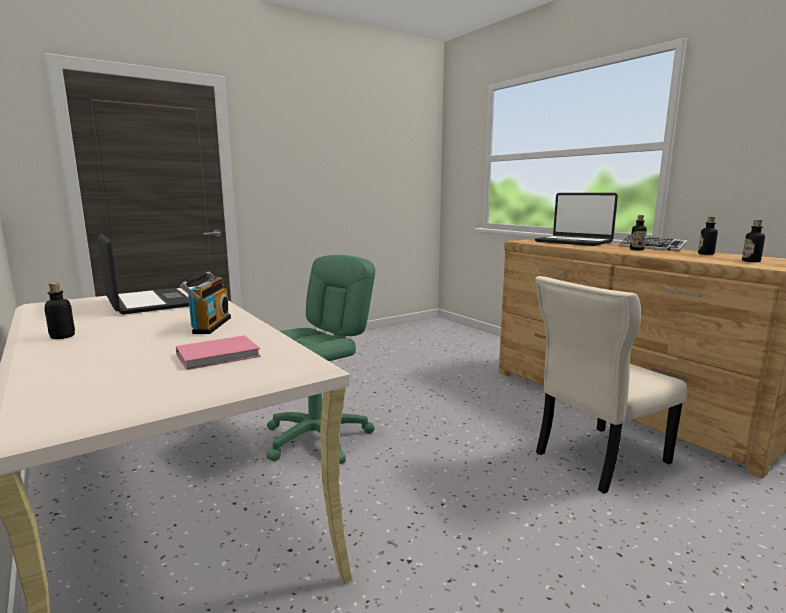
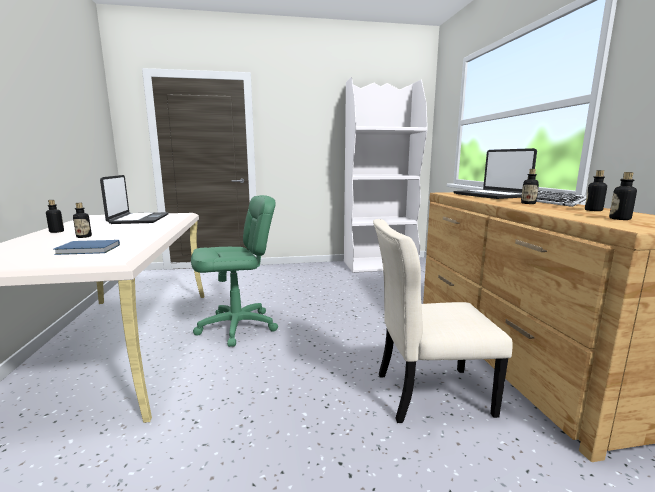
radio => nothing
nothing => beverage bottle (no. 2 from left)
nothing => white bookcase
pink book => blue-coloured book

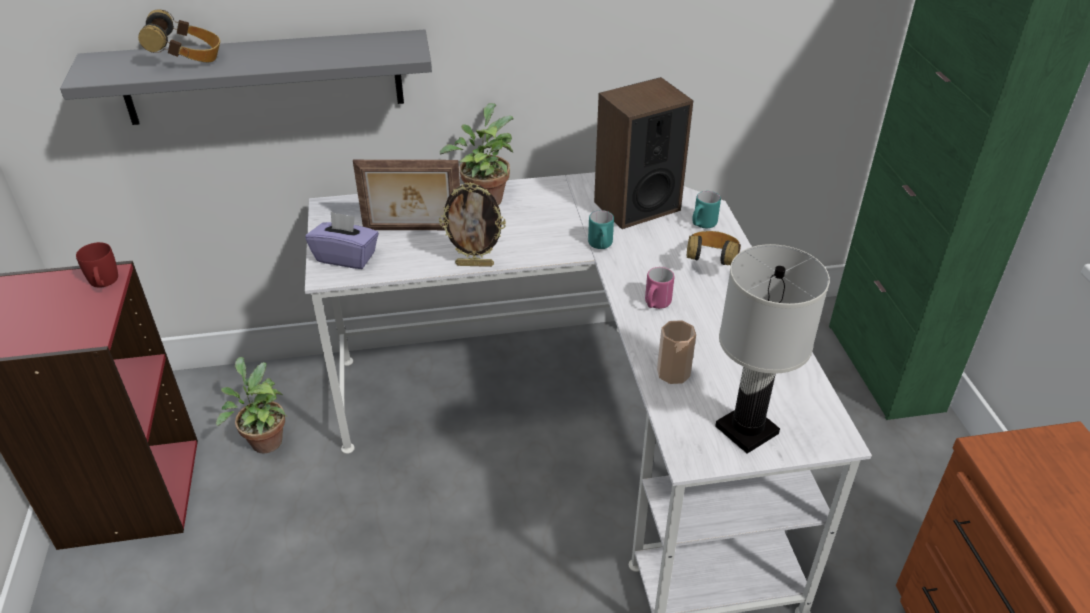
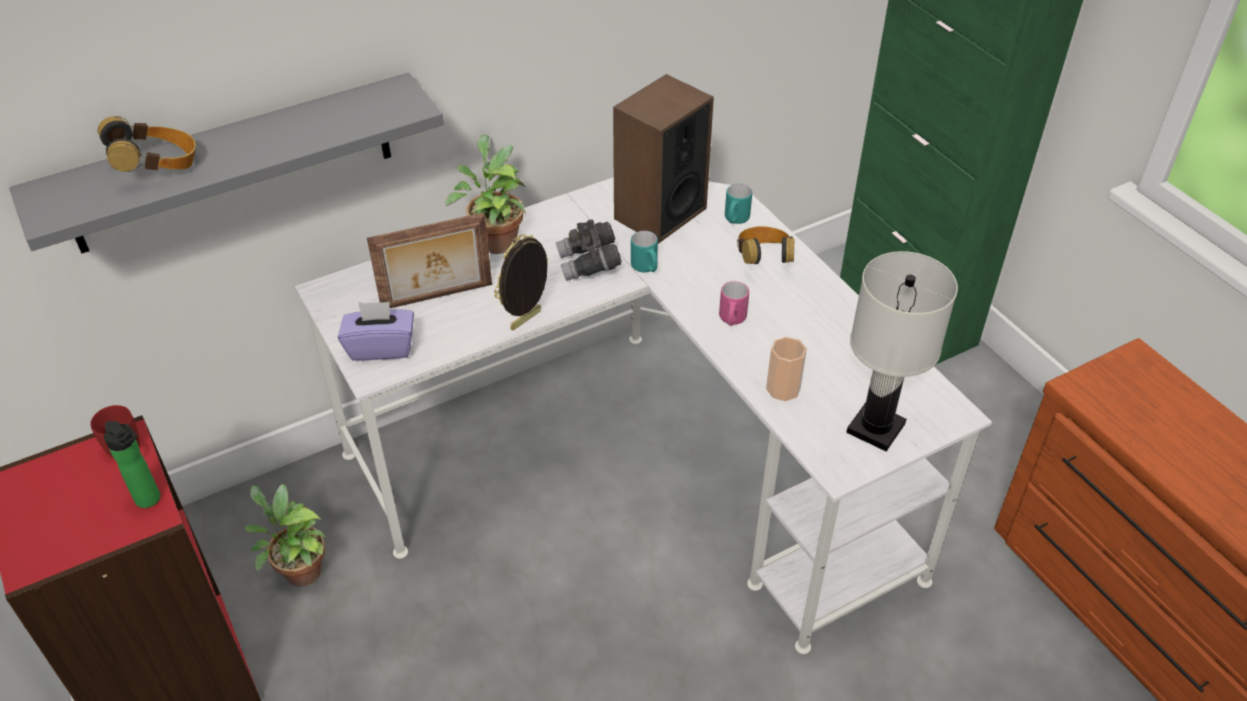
nothing => beverage bottle
nothing => greyish binoculars
standing frame (no. 2 from left), 150 degrees clockwise

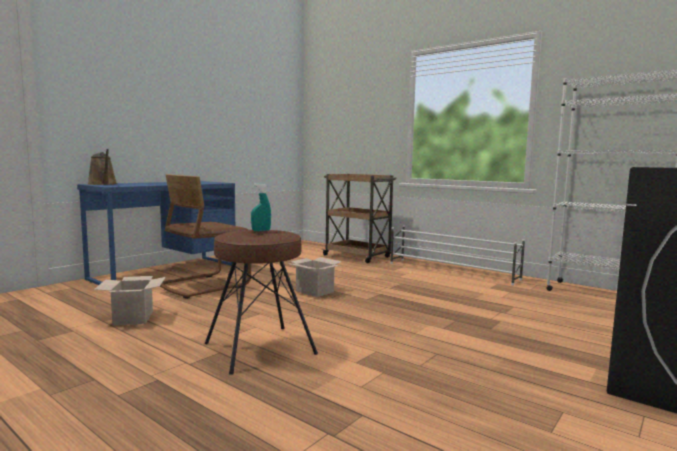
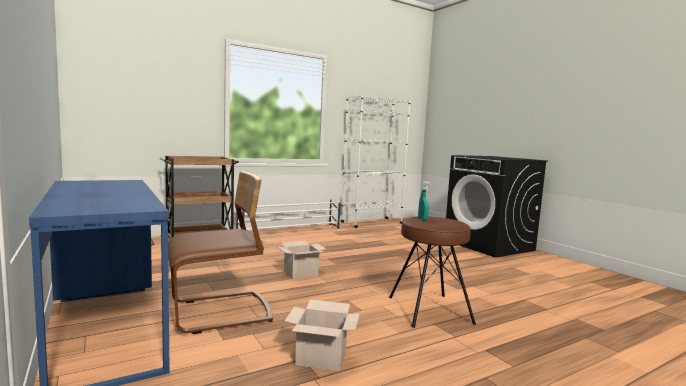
brown sprinkling can => nothing
brown upright chair, 90 degrees counterclockwise

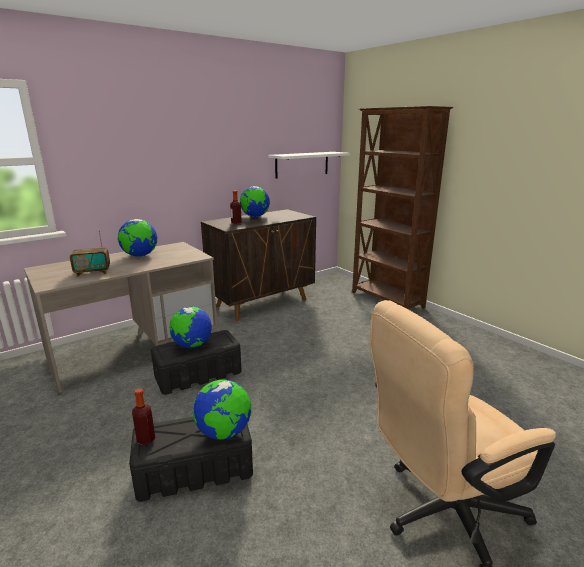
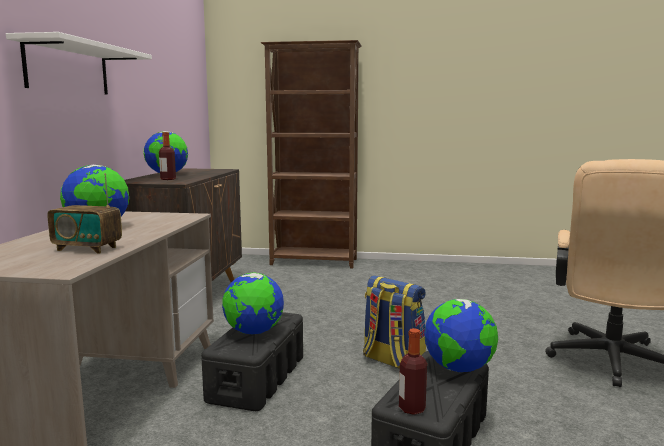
nothing => backpack
white shelf, shifted
radio, 75 degrees clockwise

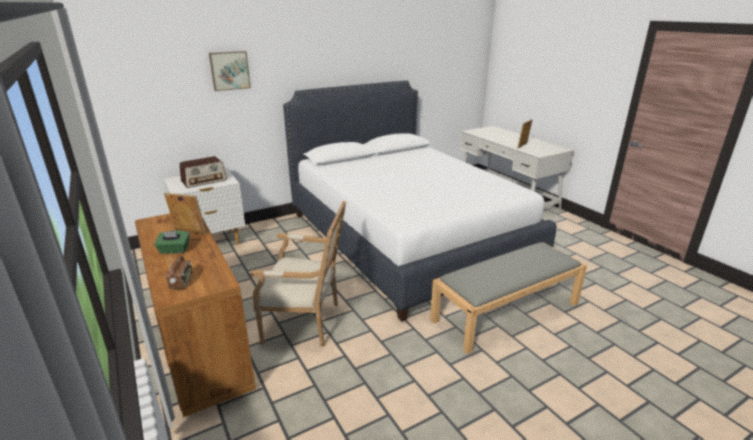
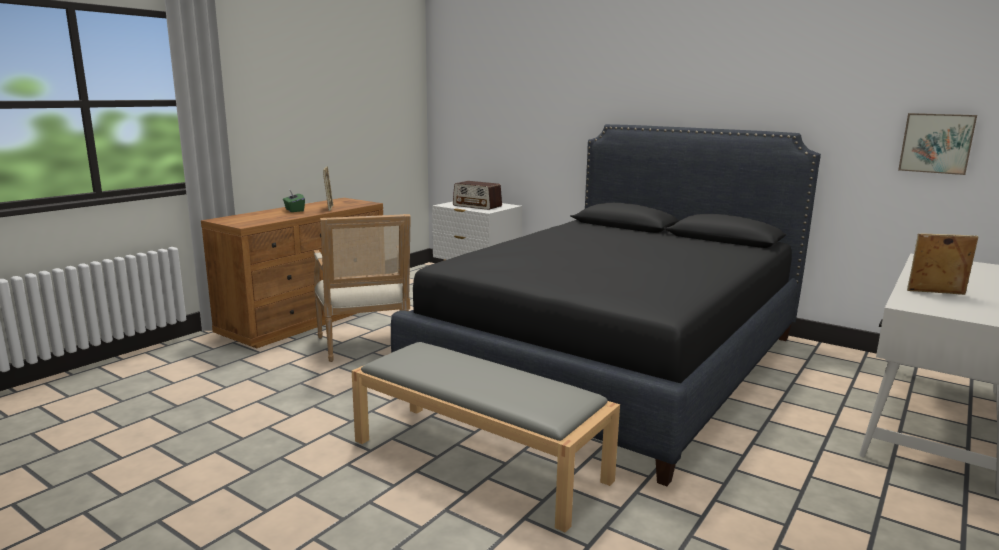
radio (no. 1 from left) => nothing
wall picture, shifted
white bed => blackish bed

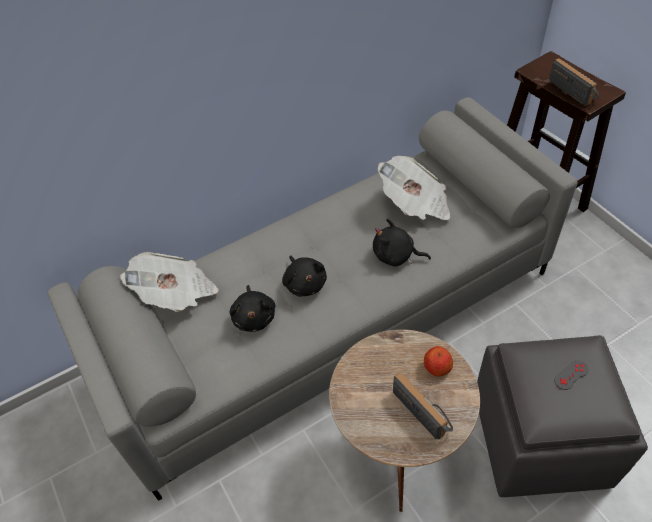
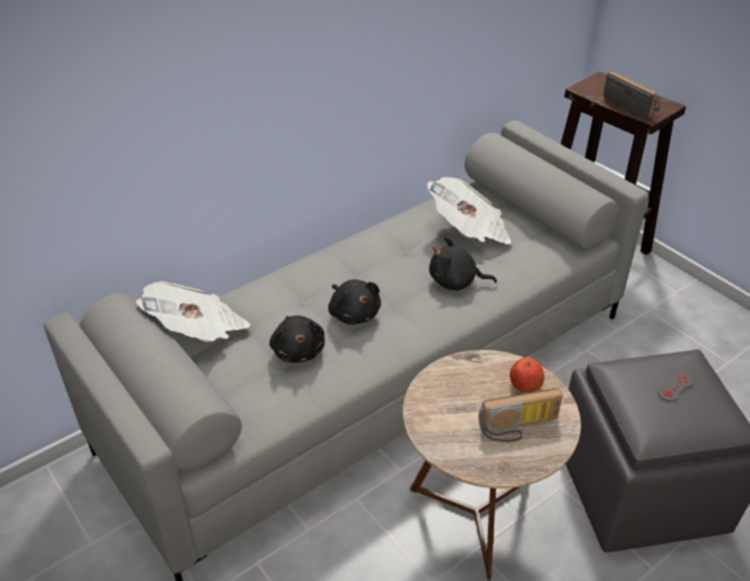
radio (no. 1 from left), 120 degrees clockwise

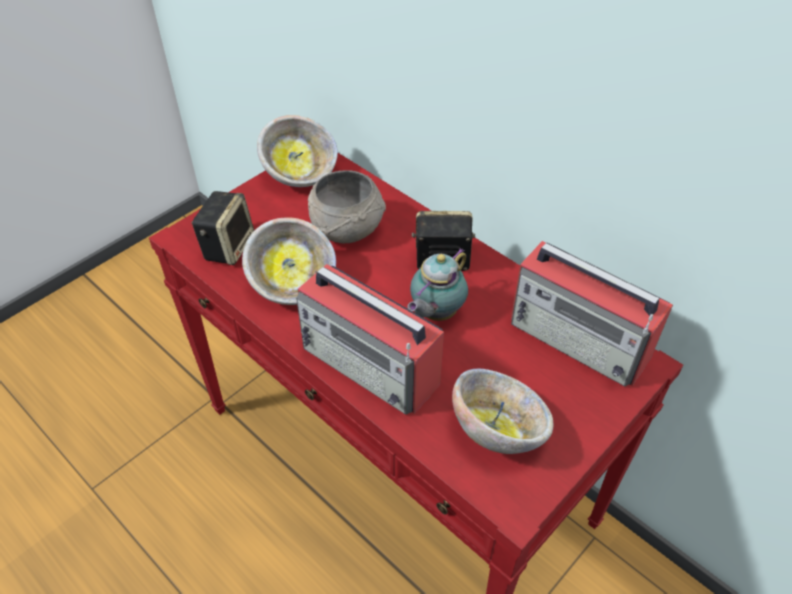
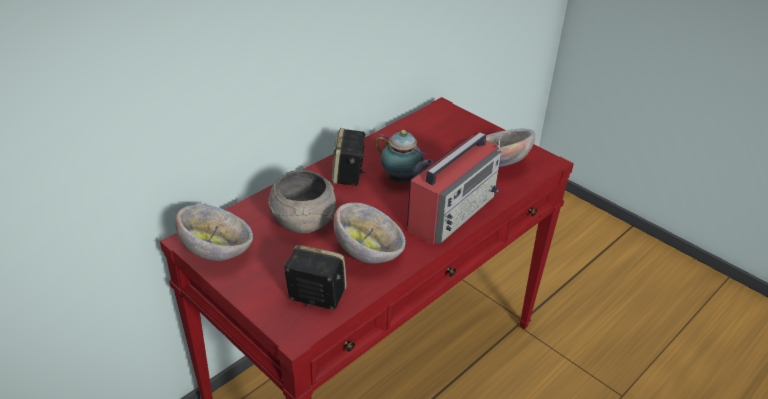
radio (no. 2 from left) => nothing

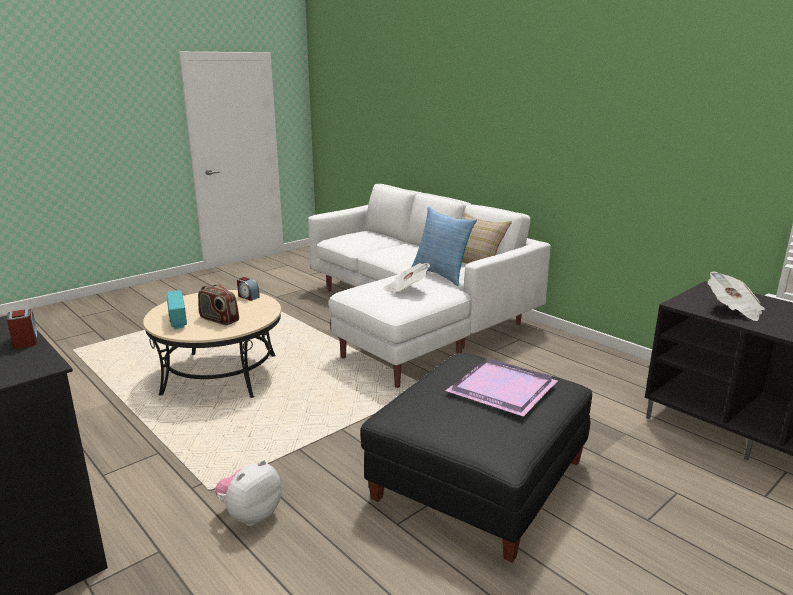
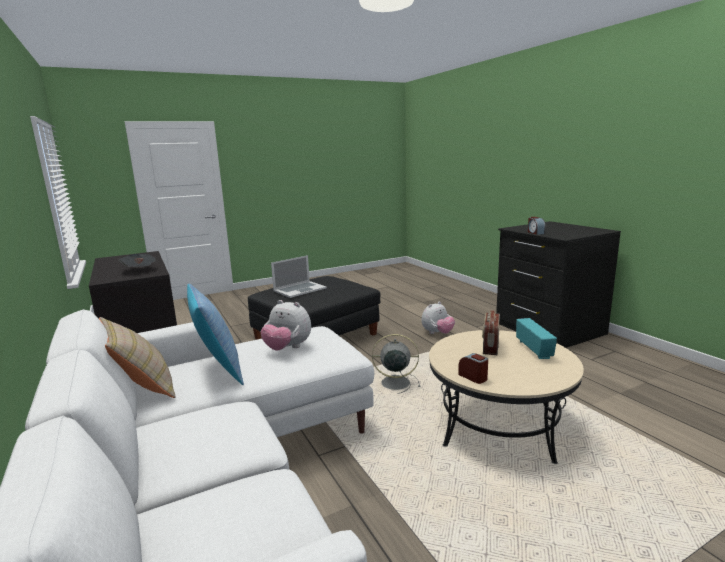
nothing => greyish fan
daily paper (no. 1 from left) => plush toy (no. 1 from left)
purple-coloured serving tray => laptop
radio (no. 2 from left in the first image) => radio (no. 1 from left), 120 degrees counterclockwise

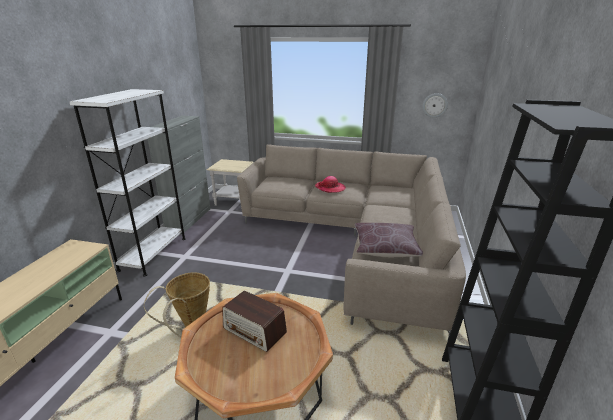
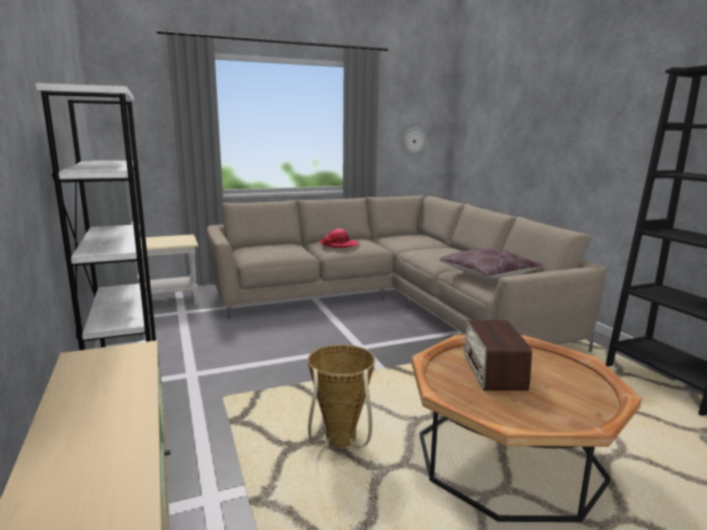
radio, 90 degrees clockwise

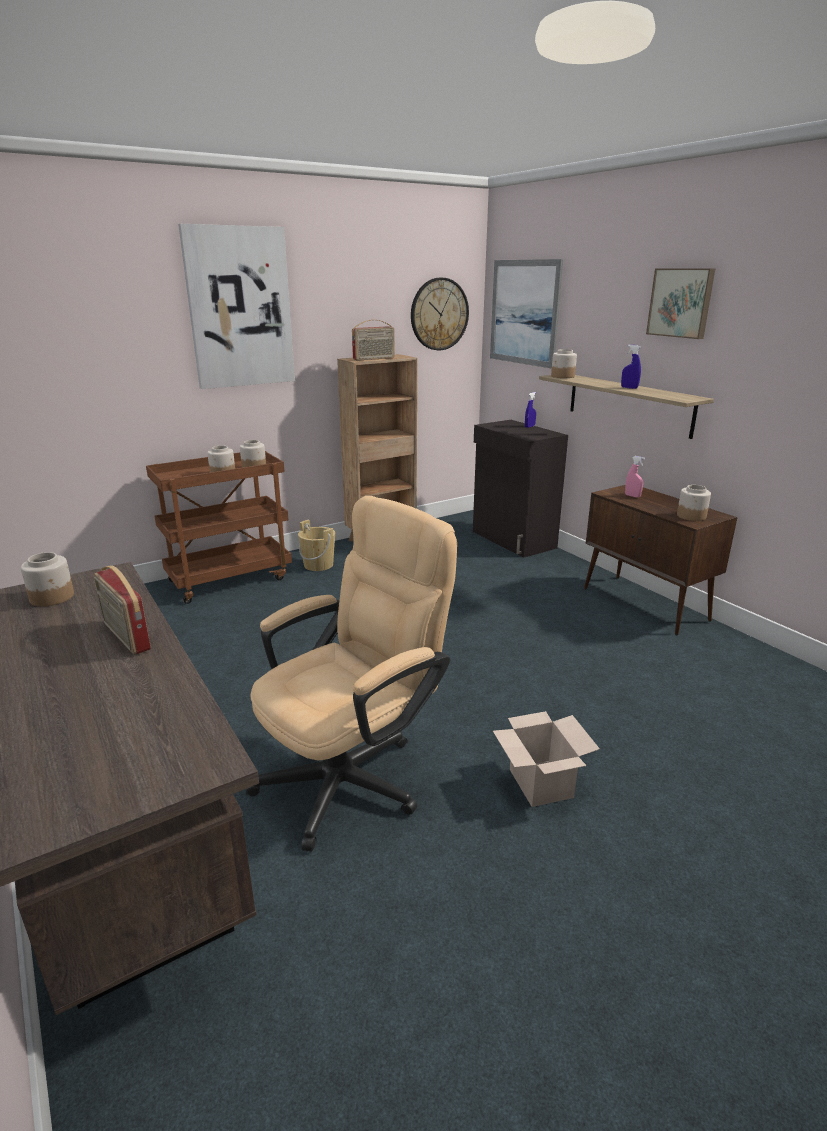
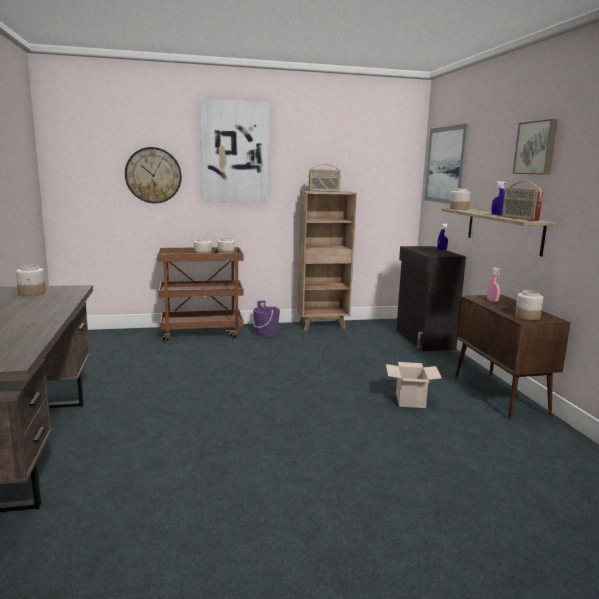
sand-coloured computer chair => nothing
radio (no. 1 from left in the first image) => radio (no. 2 from left), shifted
wall clock, shifted
cardboard box, shifted
sand-coloured water bucket => purple-coloured water bucket

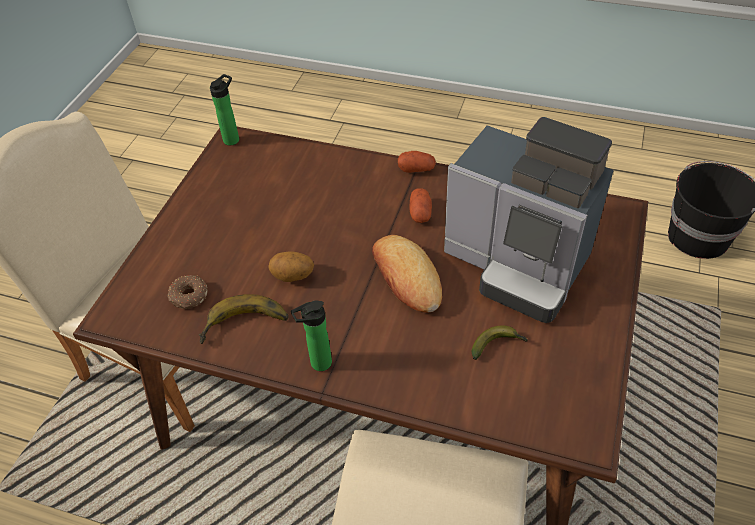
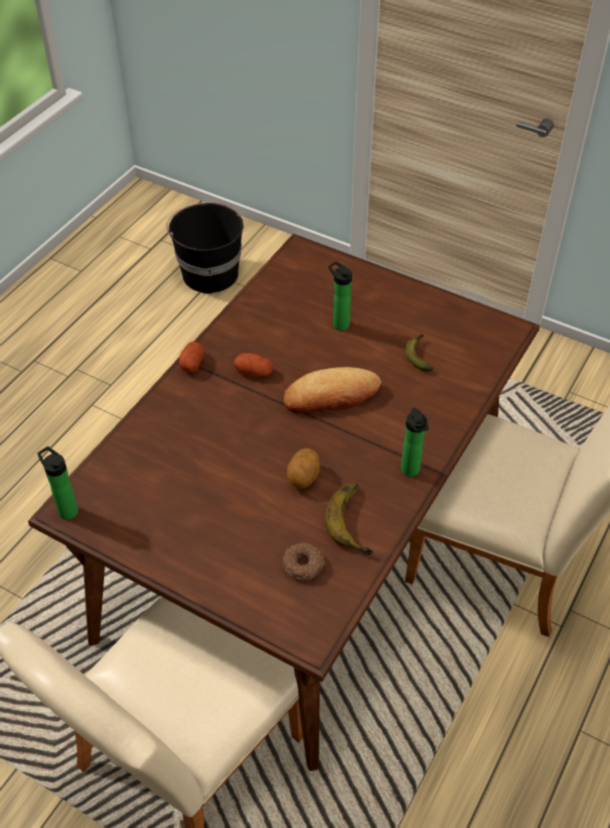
coffee brewer => beverage bottle (no. 2 from left)

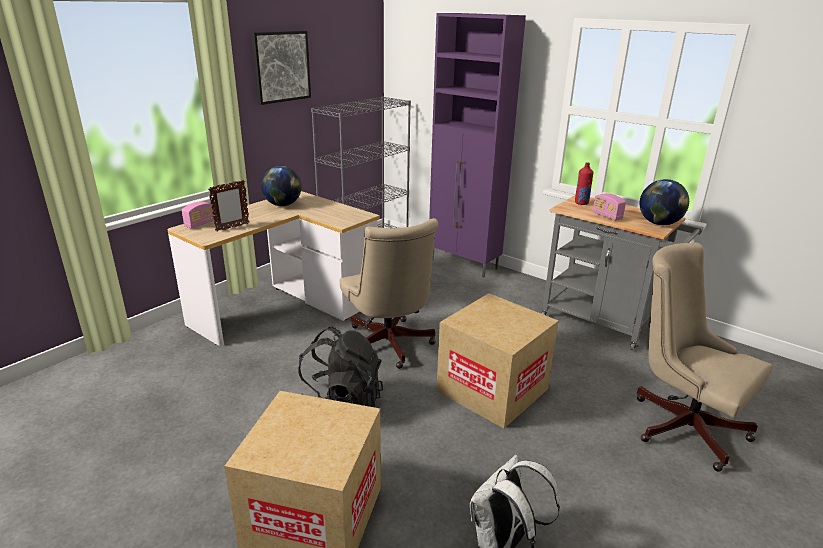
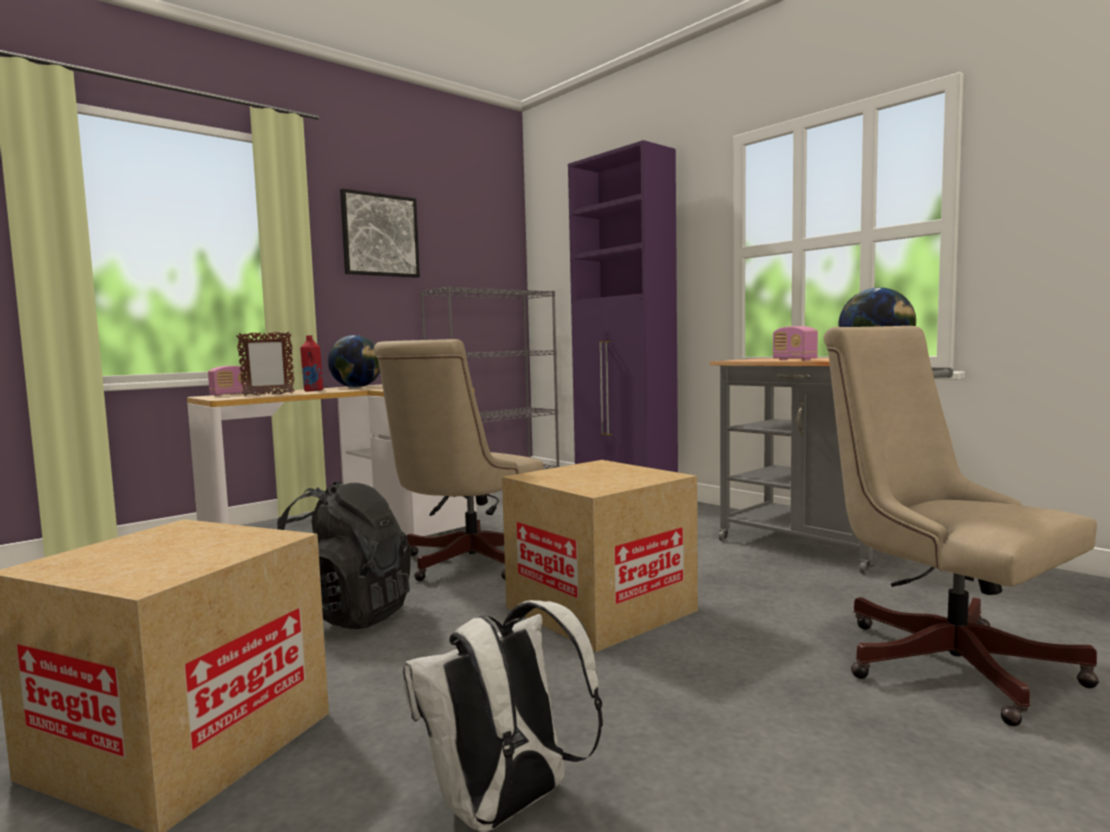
red beverage bottle, shifted
sand-coloured computer chair (no. 1 from left), 45 degrees clockwise

